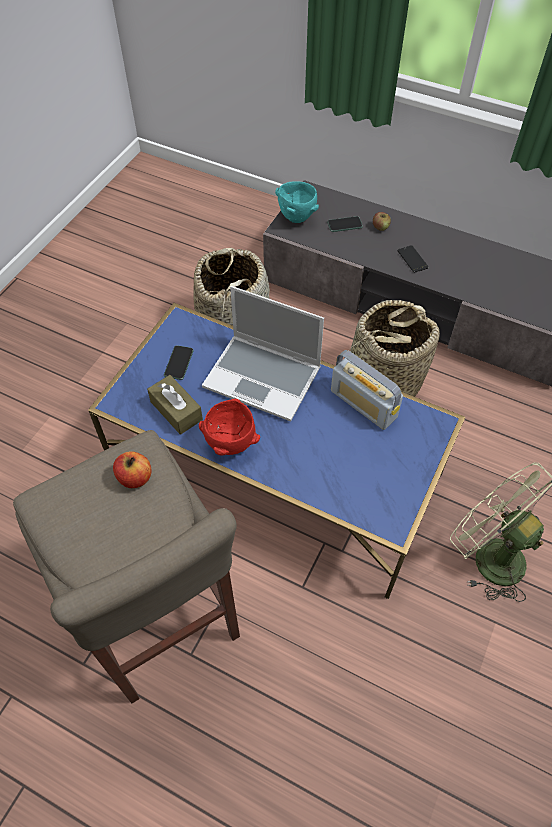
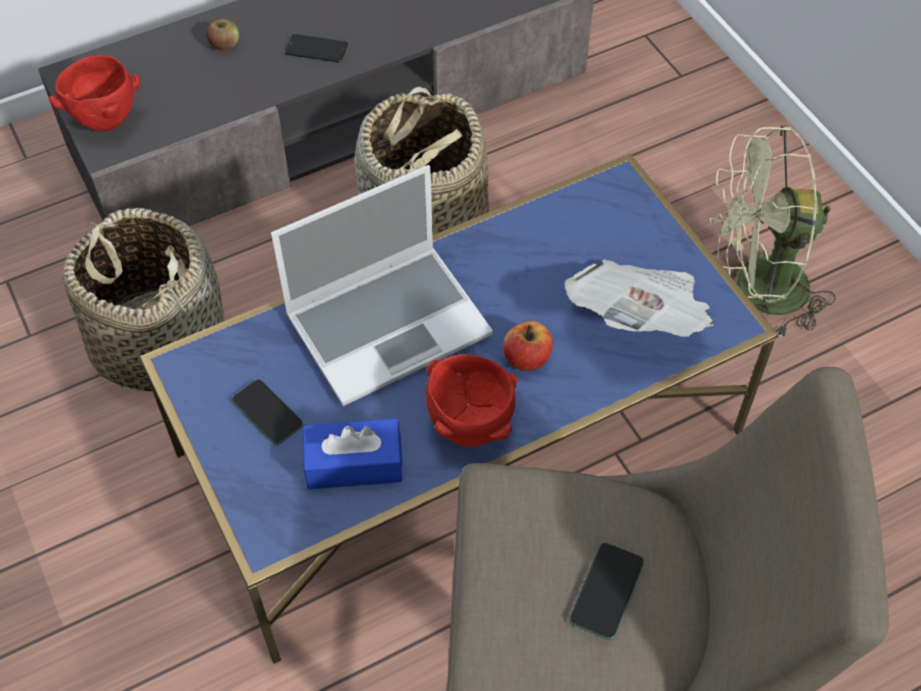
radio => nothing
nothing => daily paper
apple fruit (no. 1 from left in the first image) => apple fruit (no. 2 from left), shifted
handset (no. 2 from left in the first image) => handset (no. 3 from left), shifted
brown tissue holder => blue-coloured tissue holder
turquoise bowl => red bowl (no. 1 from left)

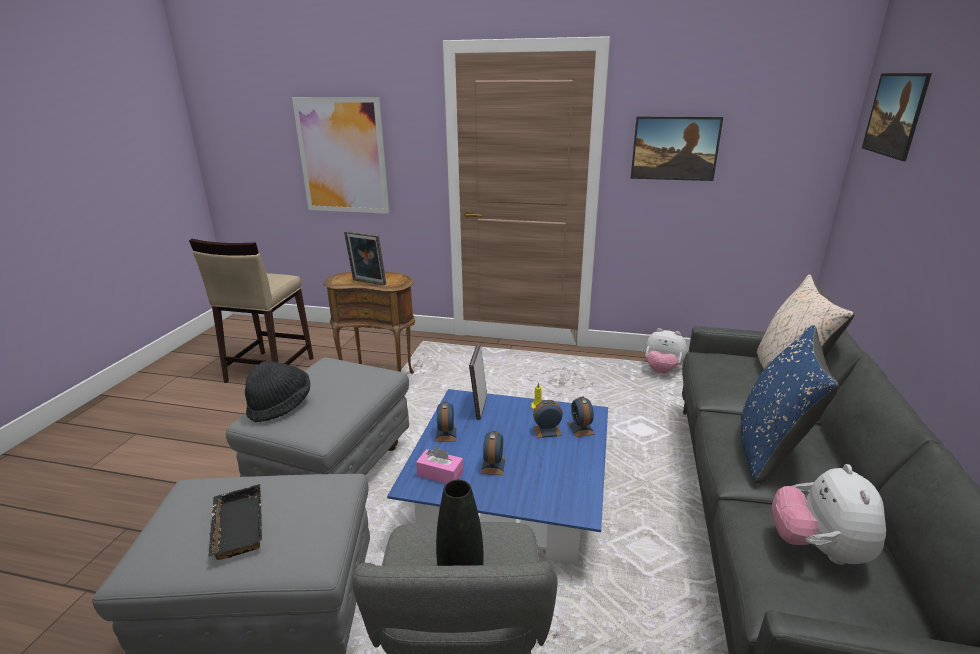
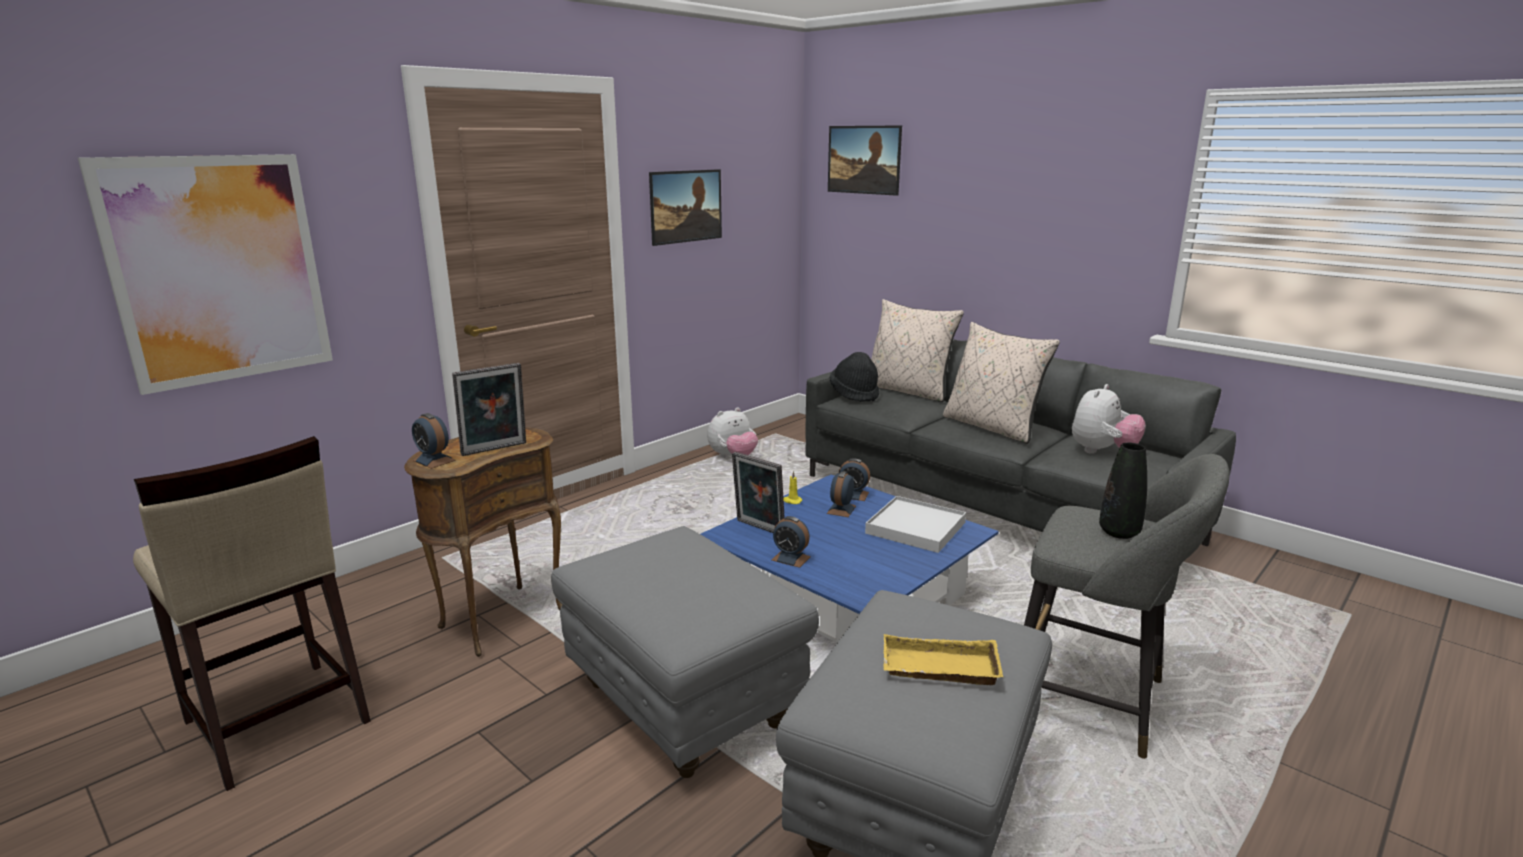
pink tissue holder => nothing
nothing => white serving tray
blackish clothing hat, shifted
bedside clock (no. 2 from left in the first image) => bedside clock (no. 1 from left), shifted
blackish serving tray => yellow-coloured serving tray
blue-coloured throw pillow => sand-coloured throw pillow (no. 2 from left)
plush toy (no. 2 from left), 90 degrees counterclockwise

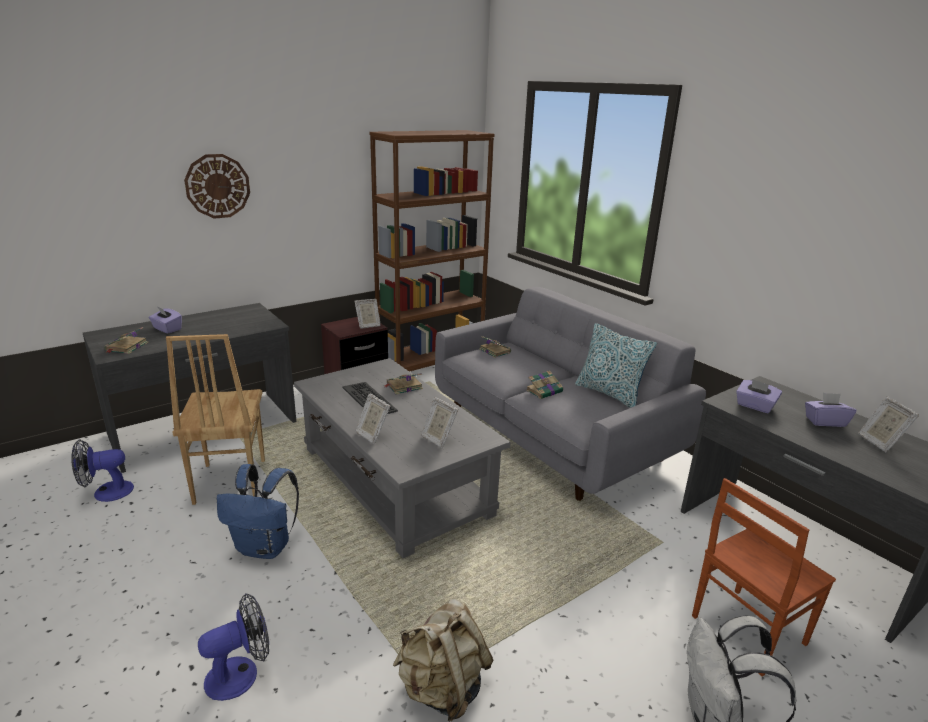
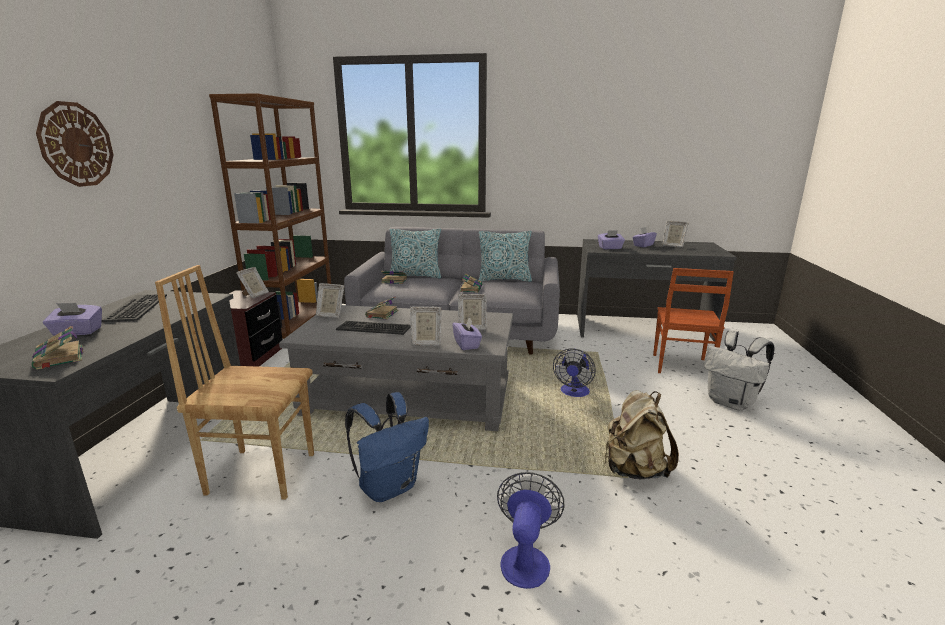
nothing => keyboard (no. 1 from left)
nothing => standing frame (no. 2 from left)
nothing => throw pillow (no. 1 from left)
nothing => purple-coloured tissue holder (no. 2 from left)
fan (no. 1 from left in the first image) => fan (no. 2 from left), shifted
brown upright chair (no. 1 from left), 150 degrees clockwise

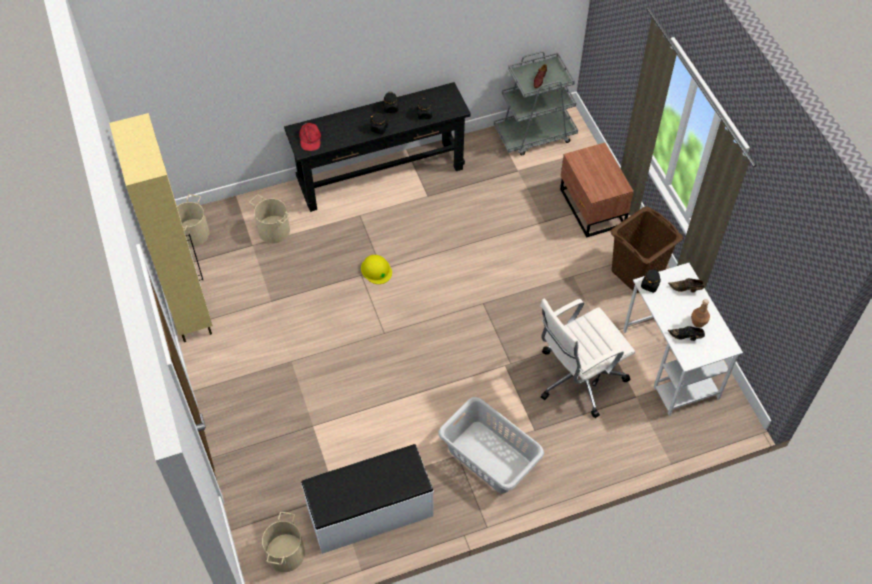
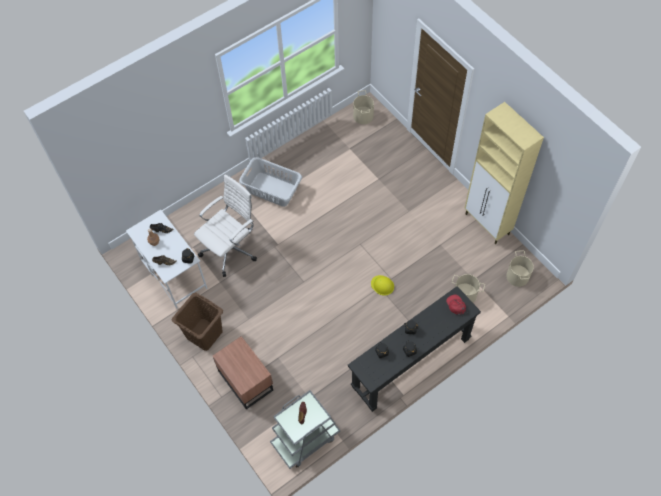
white bench => nothing

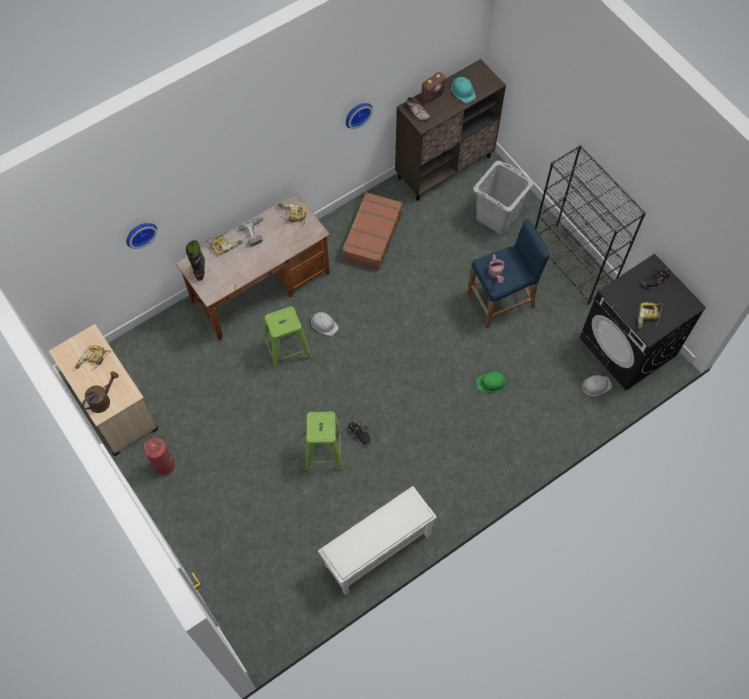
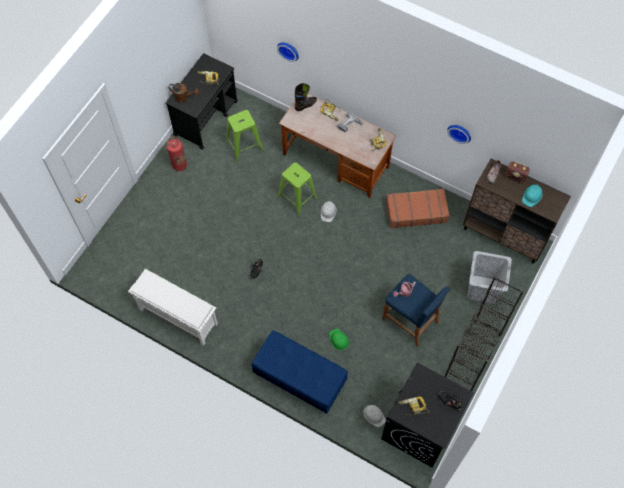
nothing => blue-coloured bench
green stool (no. 2 from left in the first image) => green stool (no. 1 from left), shifted
sand-coloured cart => blackish cart

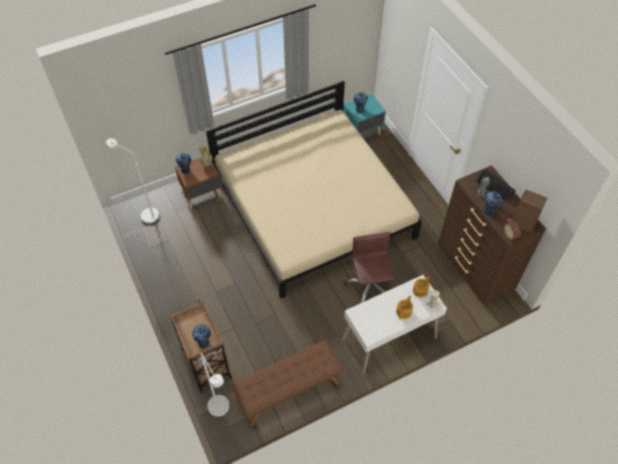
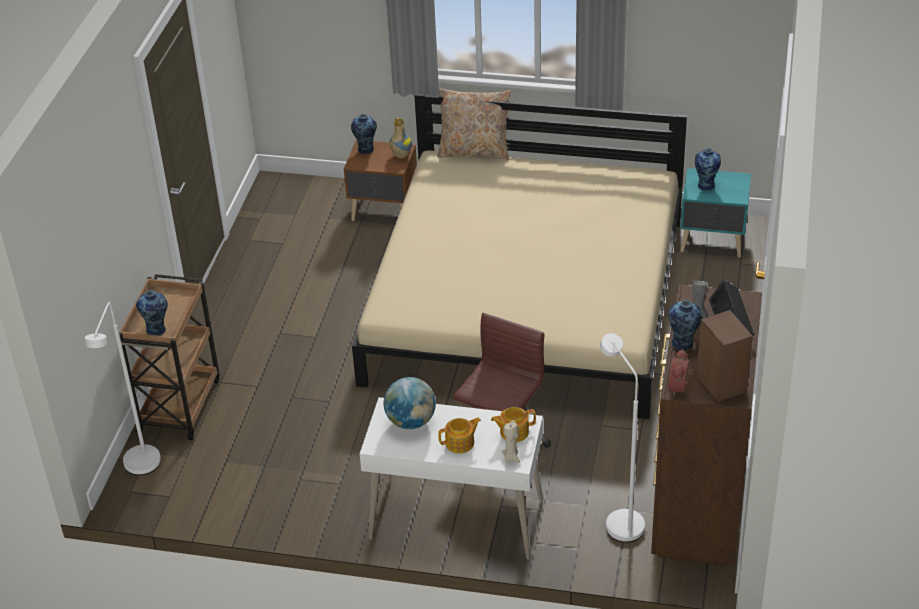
brown bench => nothing
nothing => desk globe
nothing => sand-coloured throw pillow
white standing lamp (no. 1 from left in the first image) => white standing lamp (no. 2 from left), shifted

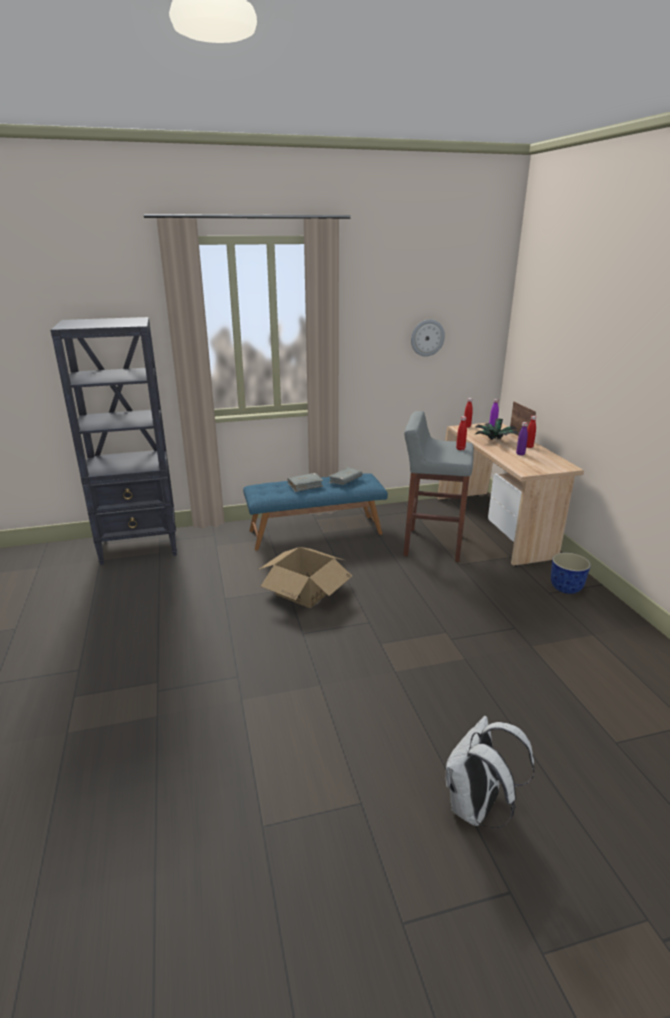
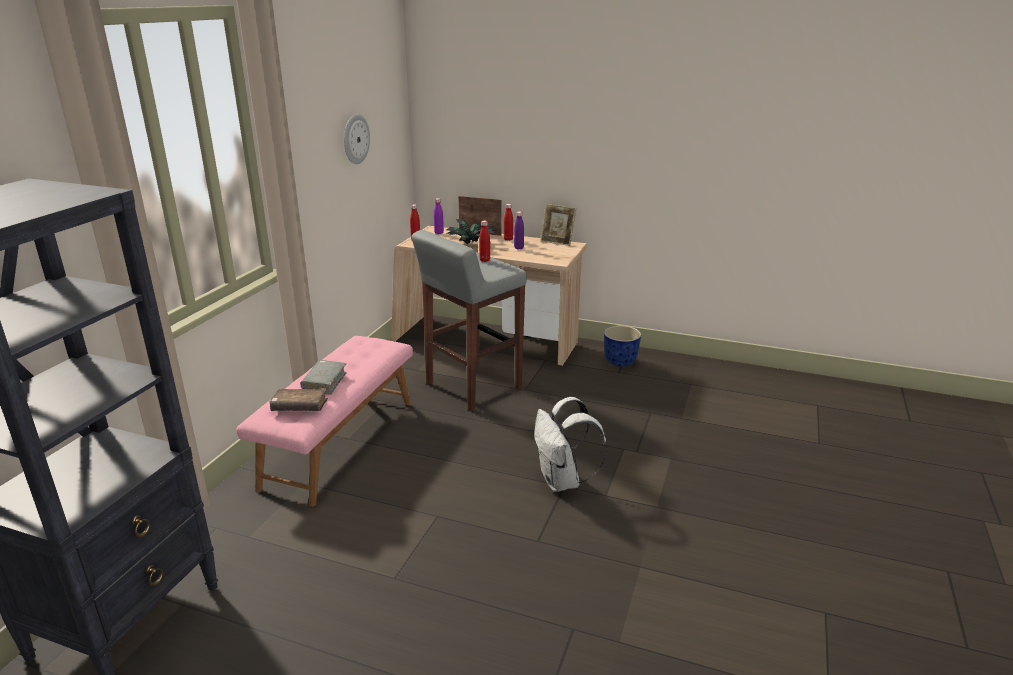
cardboard box => nothing
greyish book (no. 2 from left) => nothing
nothing => brown book
nothing => standing frame (no. 2 from left)
white backpack, shifted
blue-coloured bench => pink bench

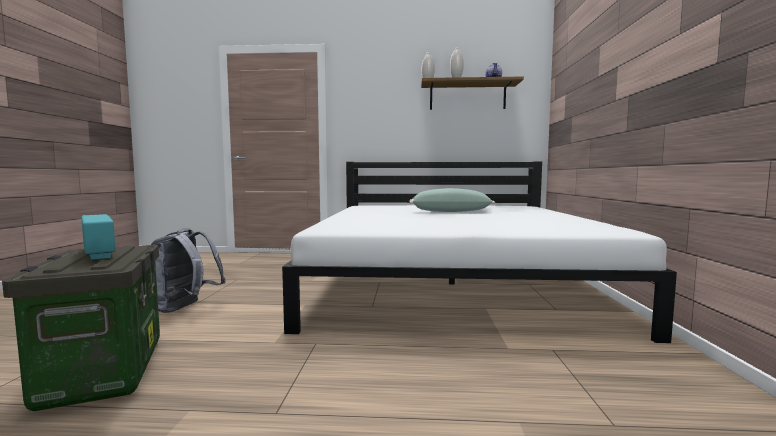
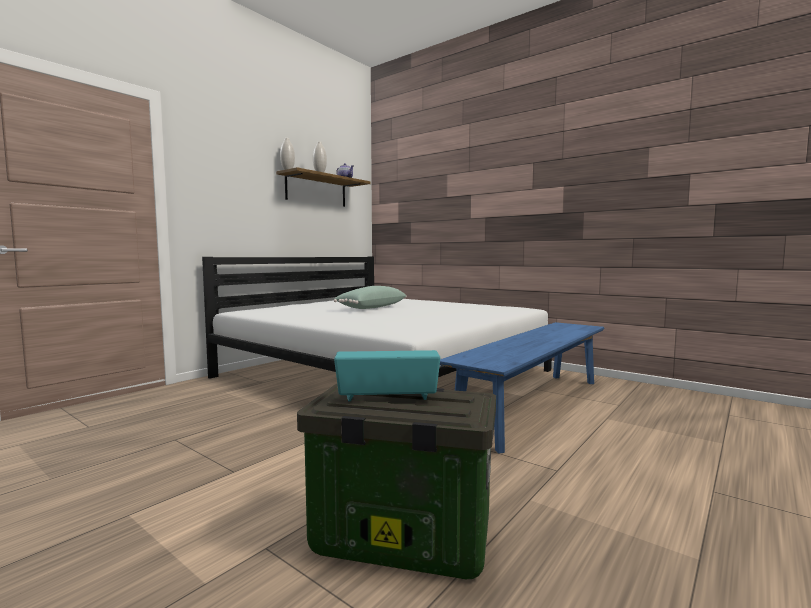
greyish backpack => nothing
nothing => blue-coloured bench

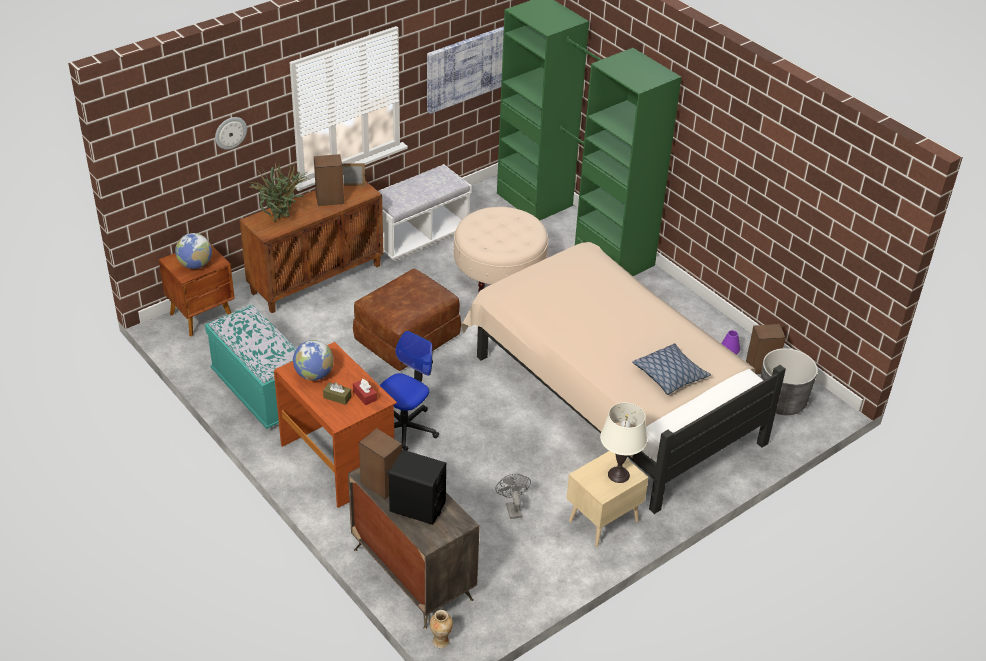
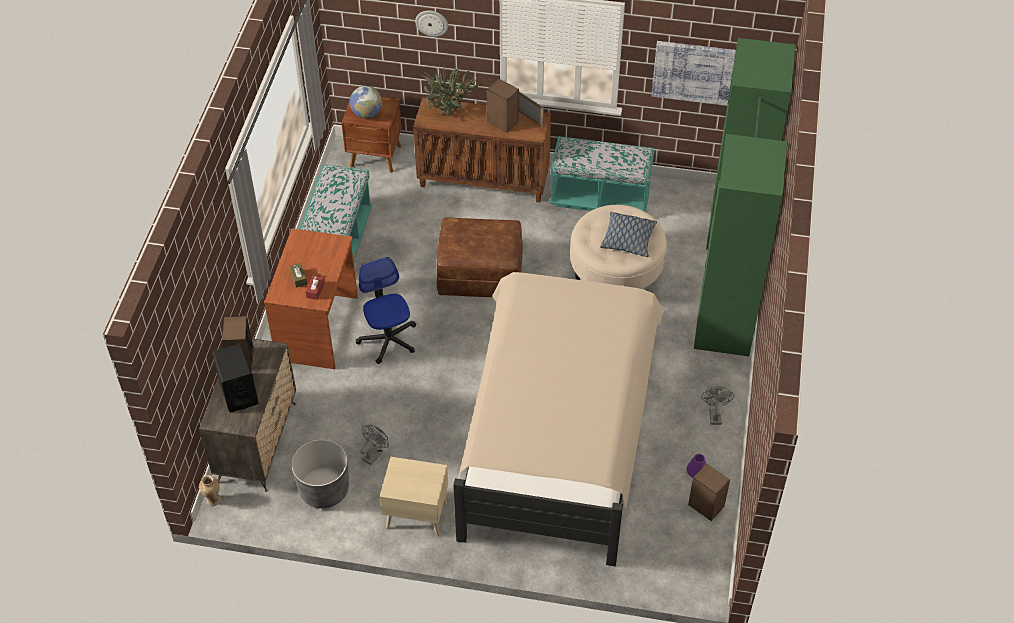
desk globe (no. 2 from left) => nothing
white tabletop lamp => nothing
nothing => greyish fan (no. 2 from left)
throw pillow, shifted
greyish planter, shifted
white bench => turquoise bench (no. 2 from left)
computer chair, 105 degrees counterclockwise

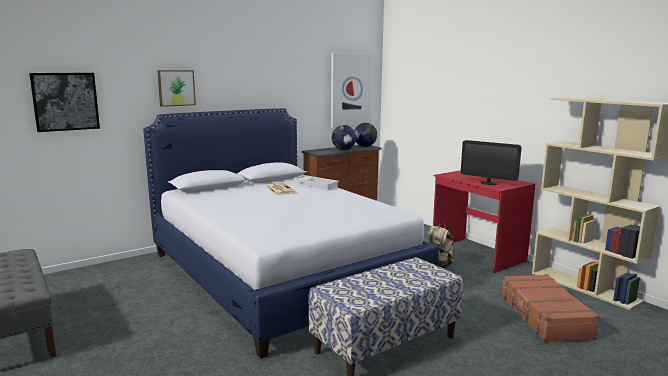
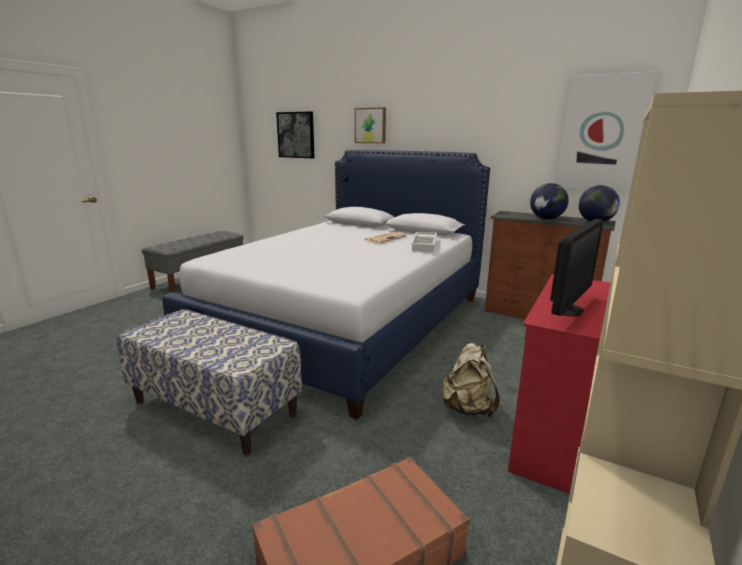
computer screen, 150 degrees counterclockwise

